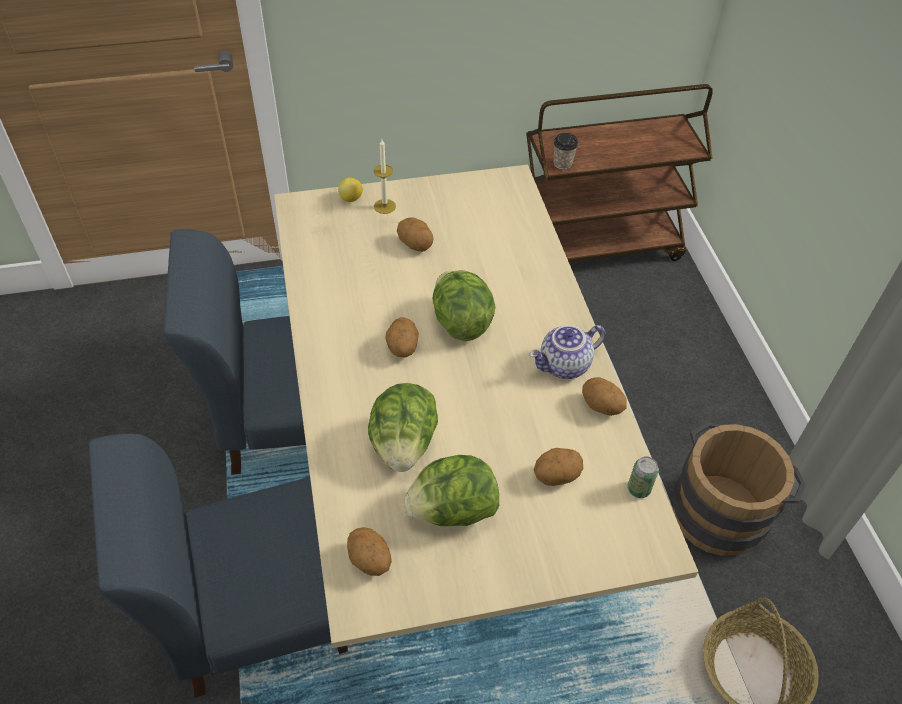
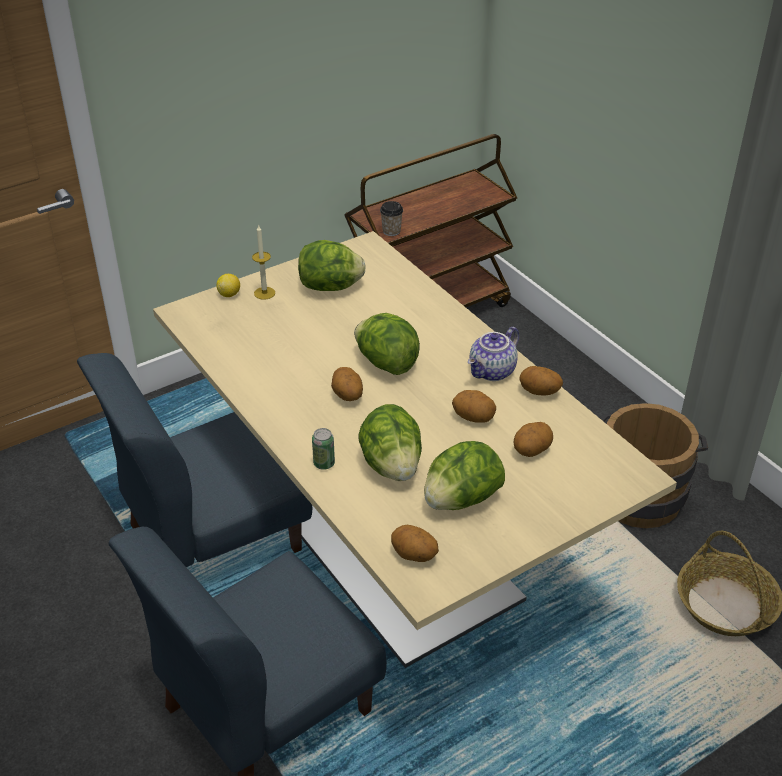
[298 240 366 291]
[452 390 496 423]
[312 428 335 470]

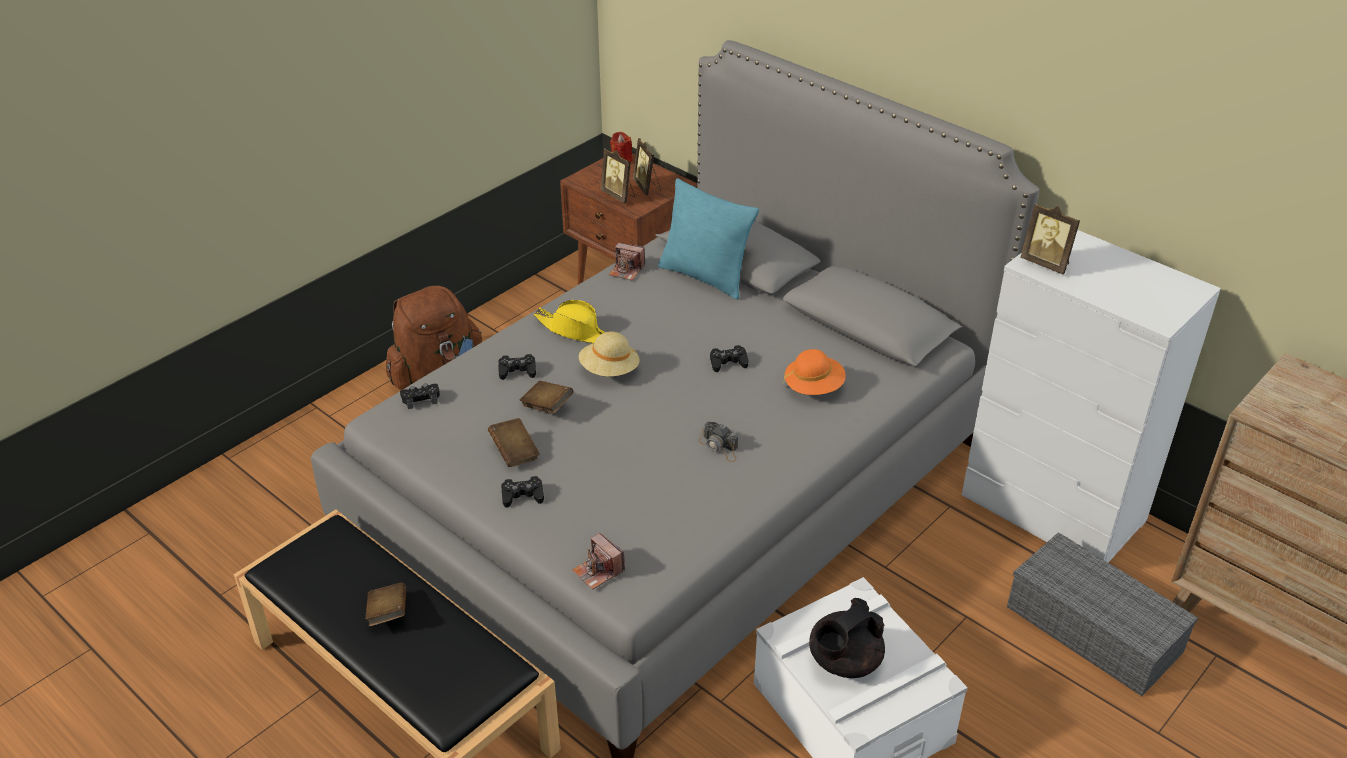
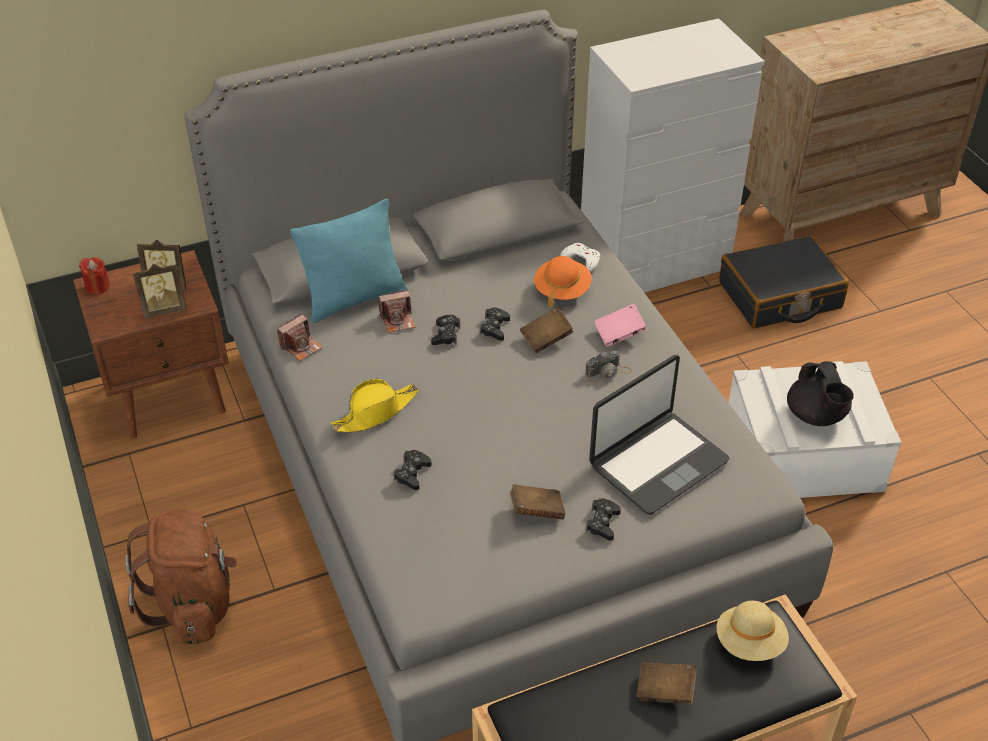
[1021 203 1080 274] (first image)
[560 243 600 272]
[589 355 730 515]
[594 304 647 347]
[431 315 460 345]
[520 307 574 353]
[378 289 415 333]
[717 601 789 661]
[719 236 849 328]

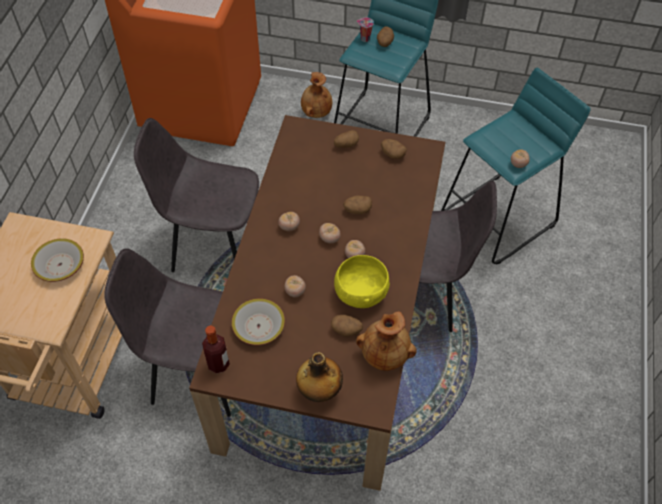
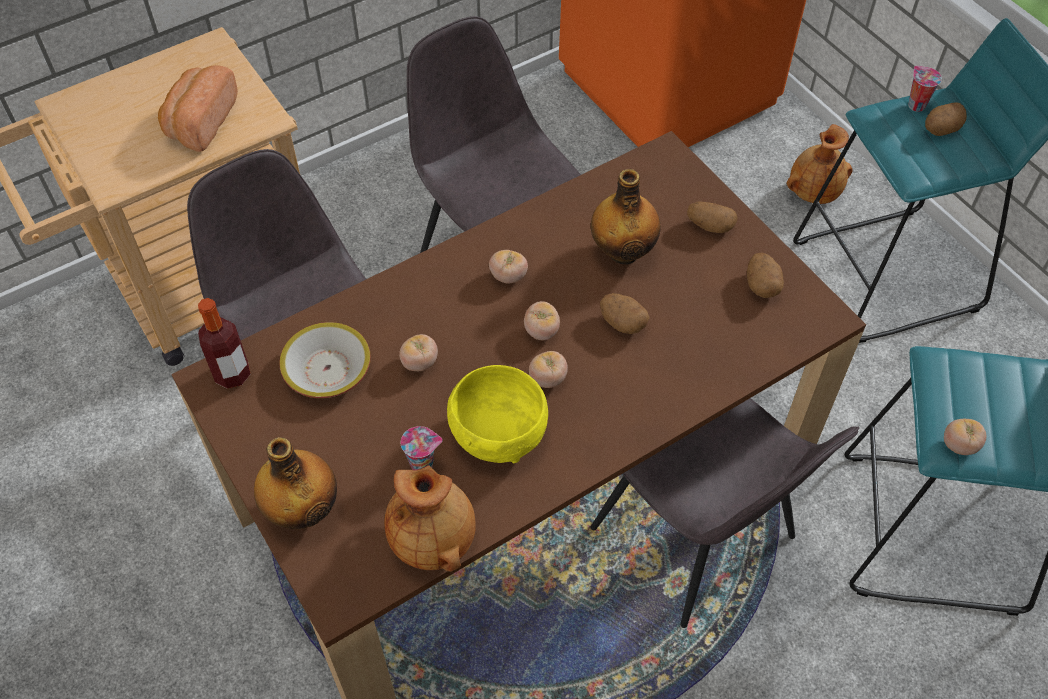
[591 169 661 265]
[158 65 238 152]
[401 426 443 470]

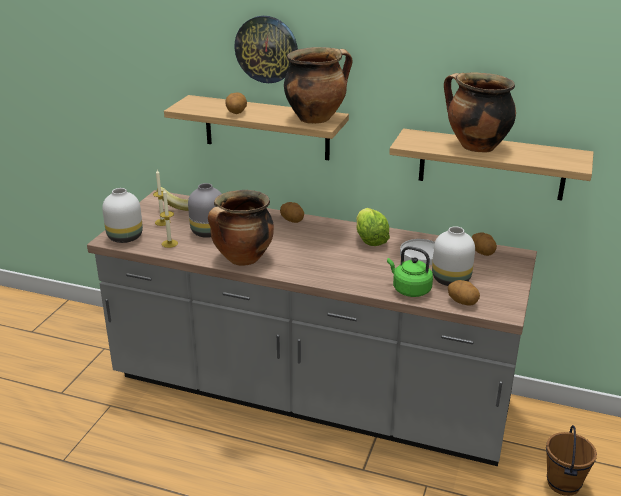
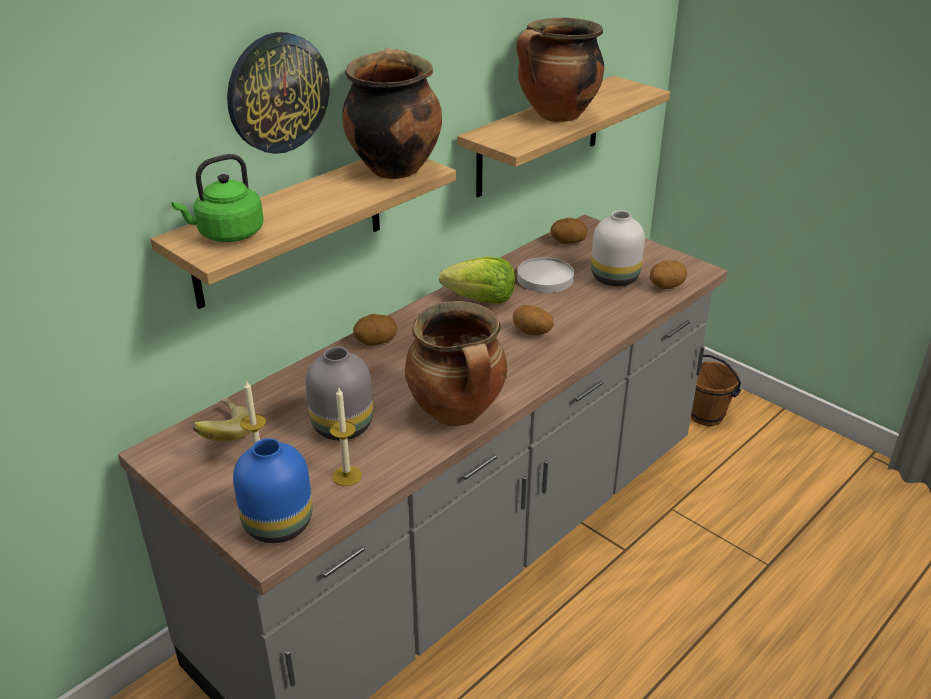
[513 305 554 336]
[172 154 264 242]
[233 438 312 543]

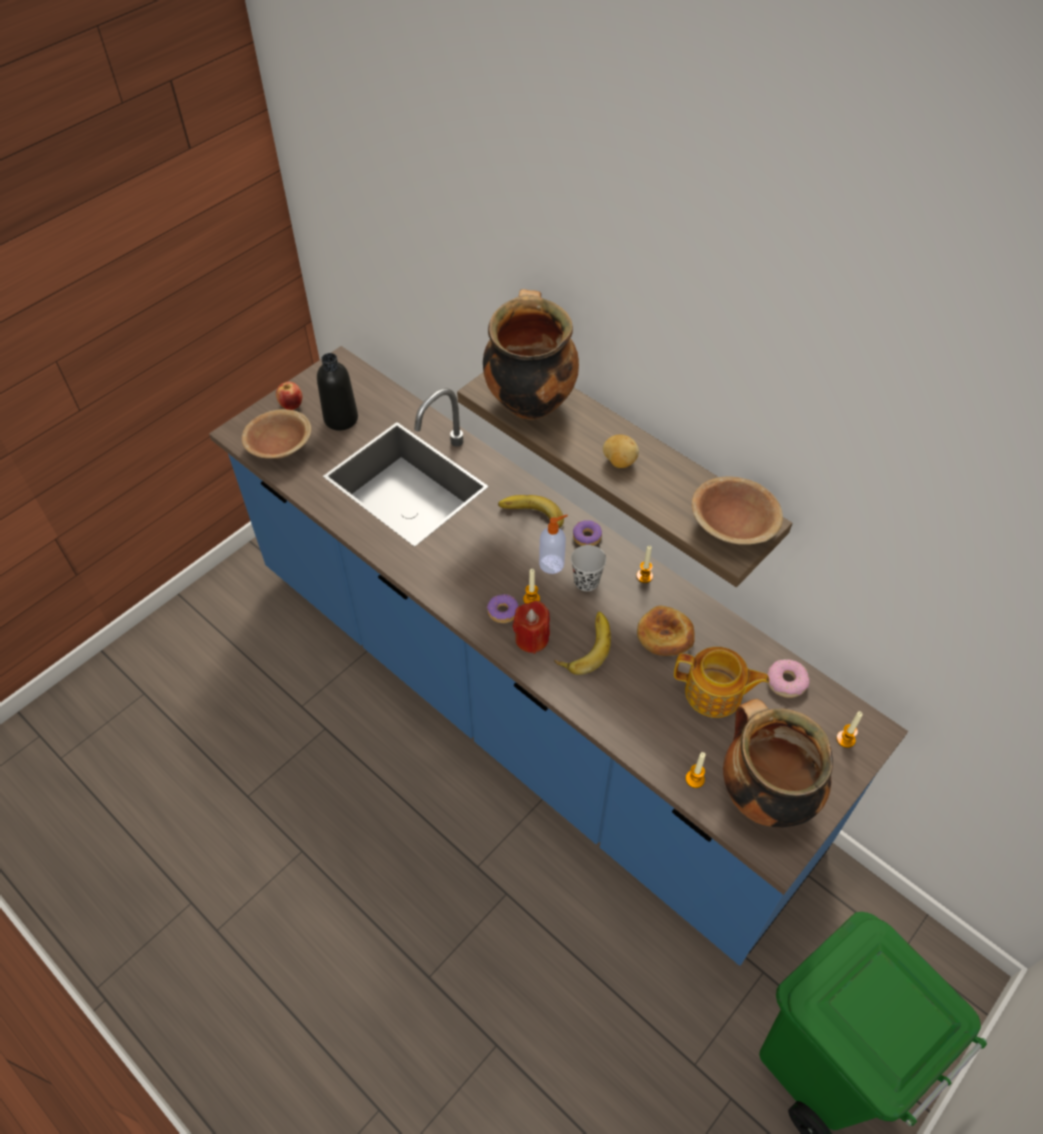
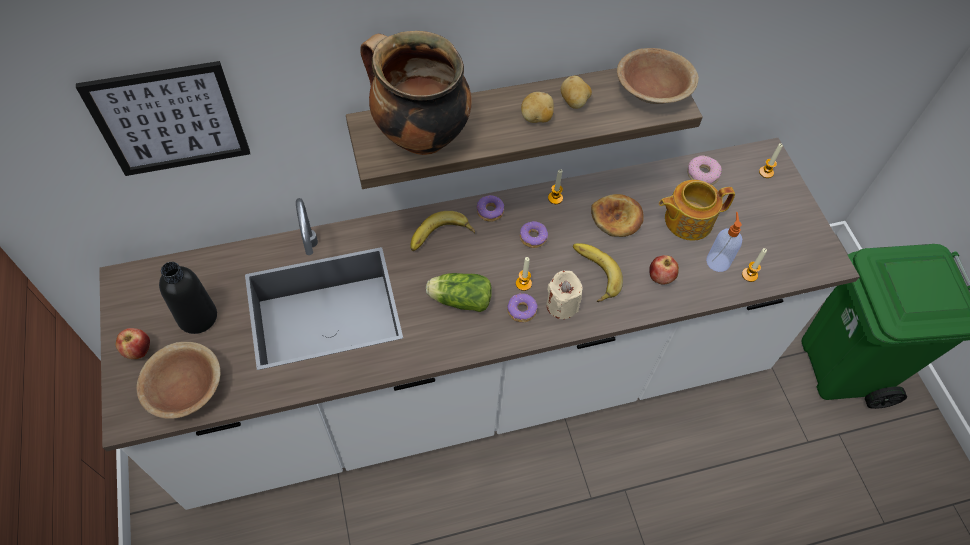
[723 699 833 828] (first image)
[76 61 250 176]
[426 273 491 312]
[561 76 592 109]
[649 255 679 285]
[706 212 742 272]
[520 221 548 248]
[99 138 860 510]
[546 271 583 319]
[659 180 735 241]

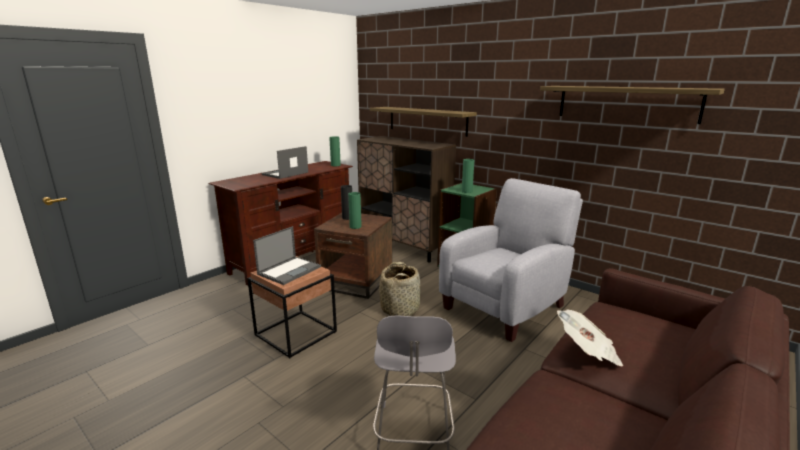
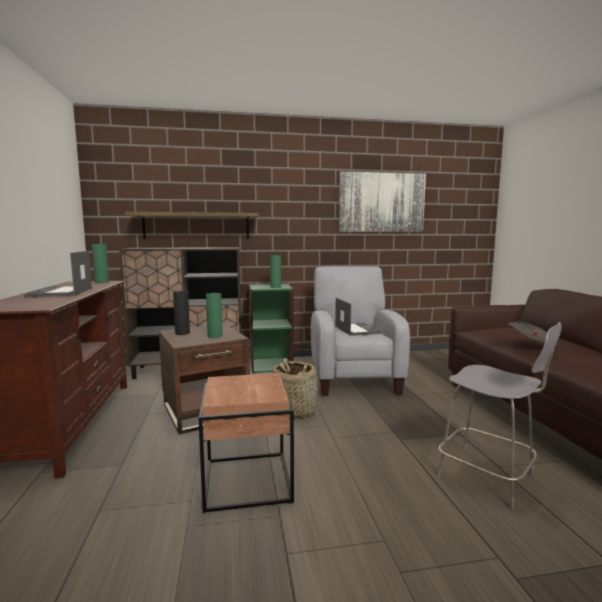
[335 298 381 336]
[339 171 426 232]

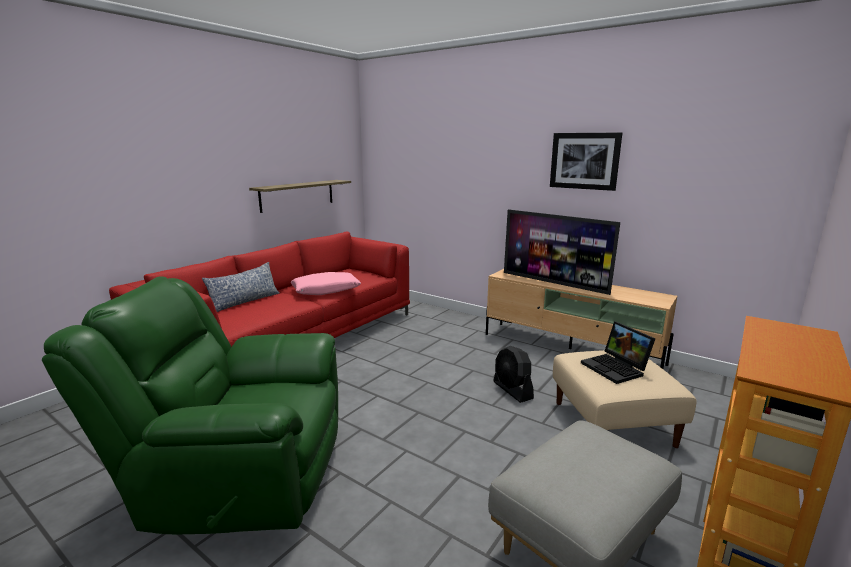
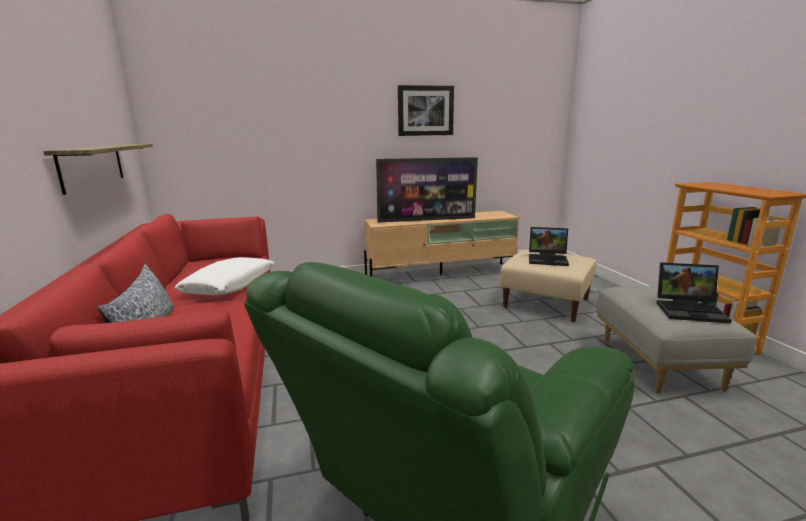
[493 346 534 403] (first image)
[657 262 732 324]
[175 257 275 295]

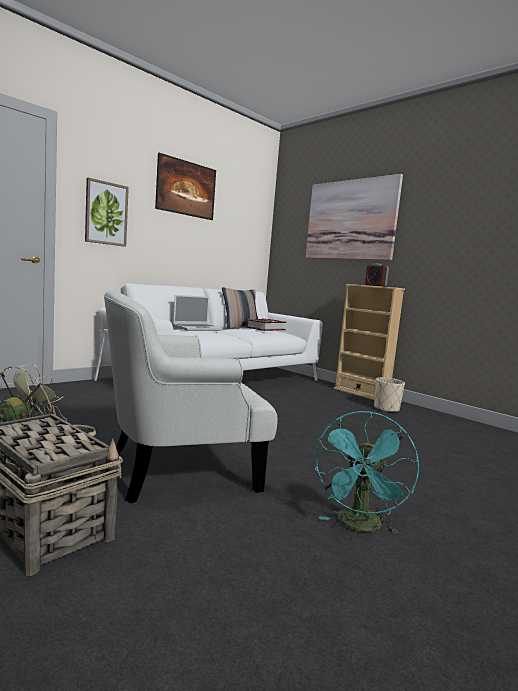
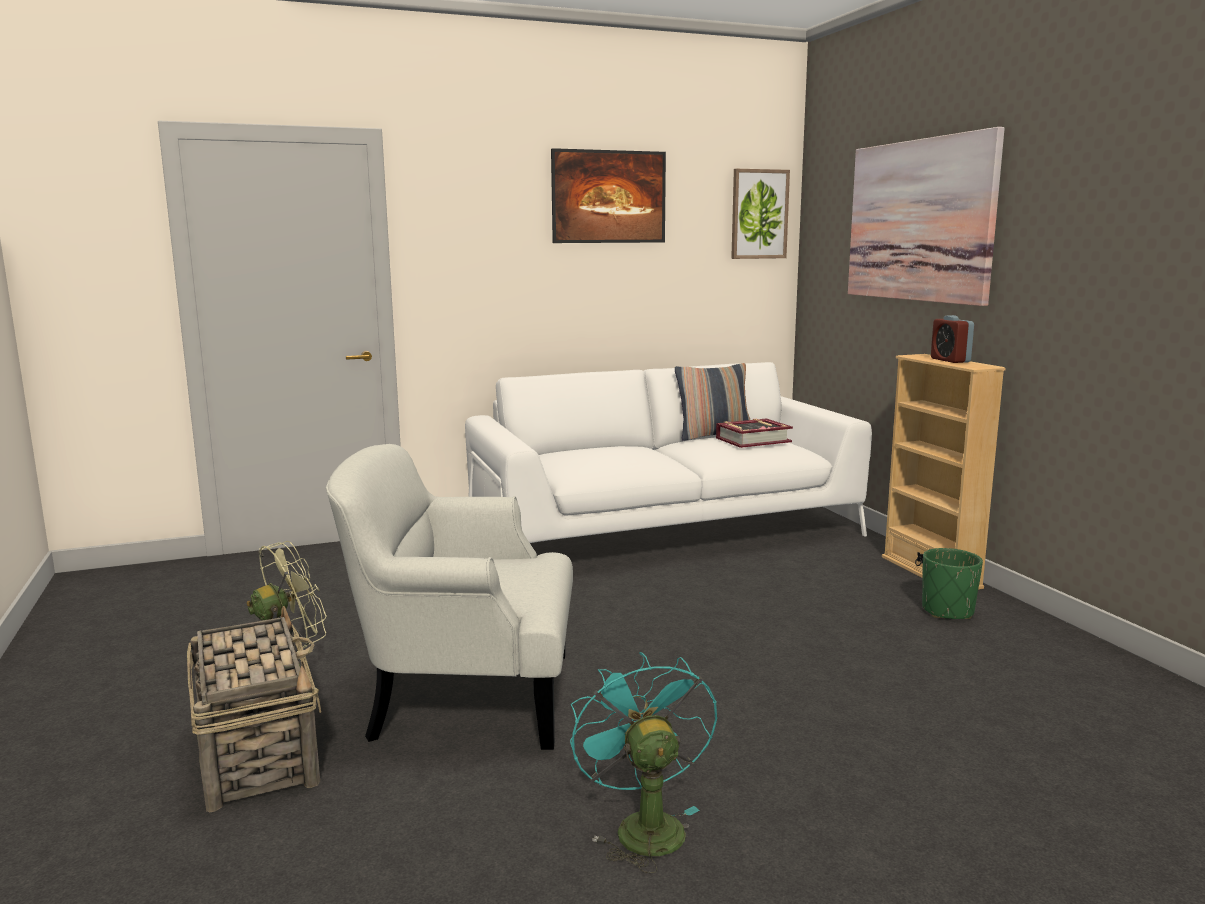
[173 295 222 331] (first image)
[731 169 790 259]
[922 548 983 619]
[570 652 717 874]

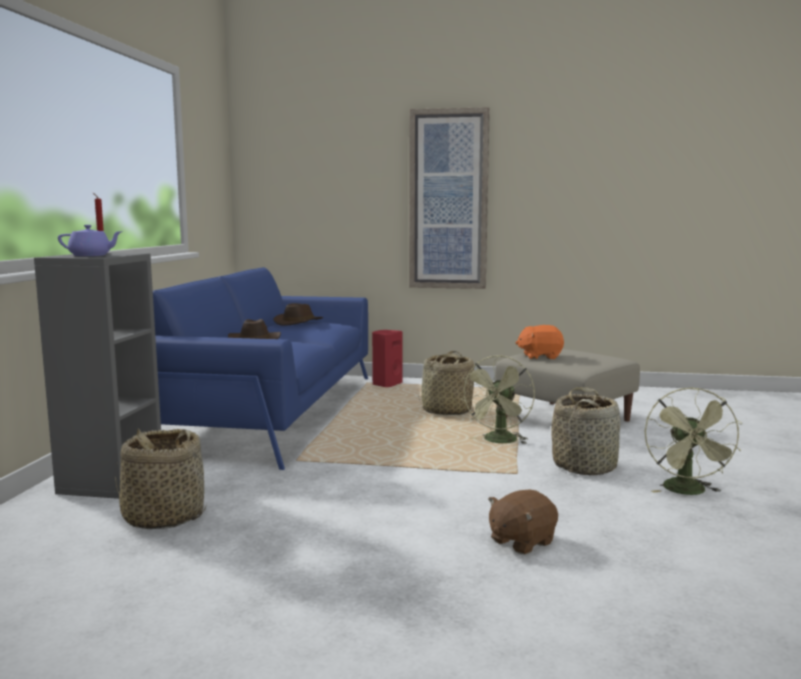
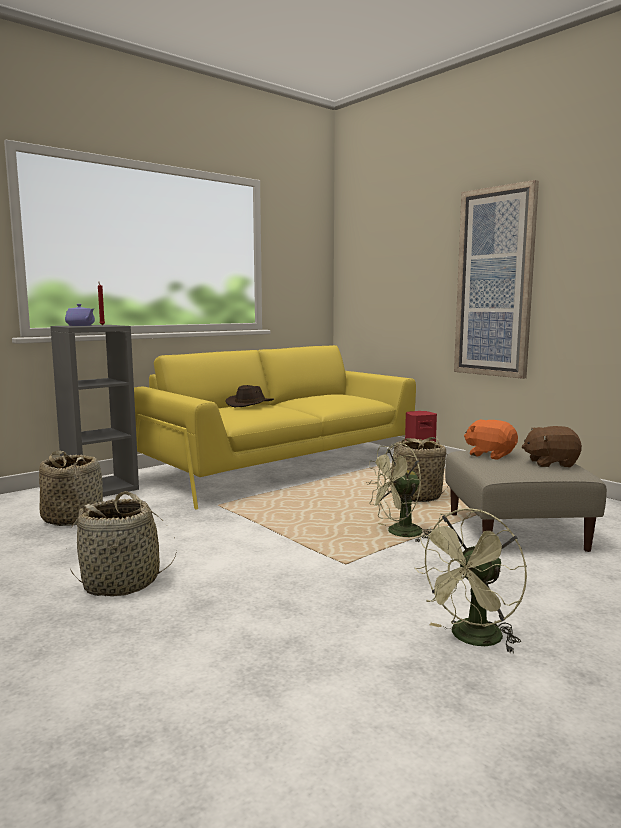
[273 303 323 326] (first image)
[522 426 582 467]
[70 491 177 596]
[134 345 416 510]

